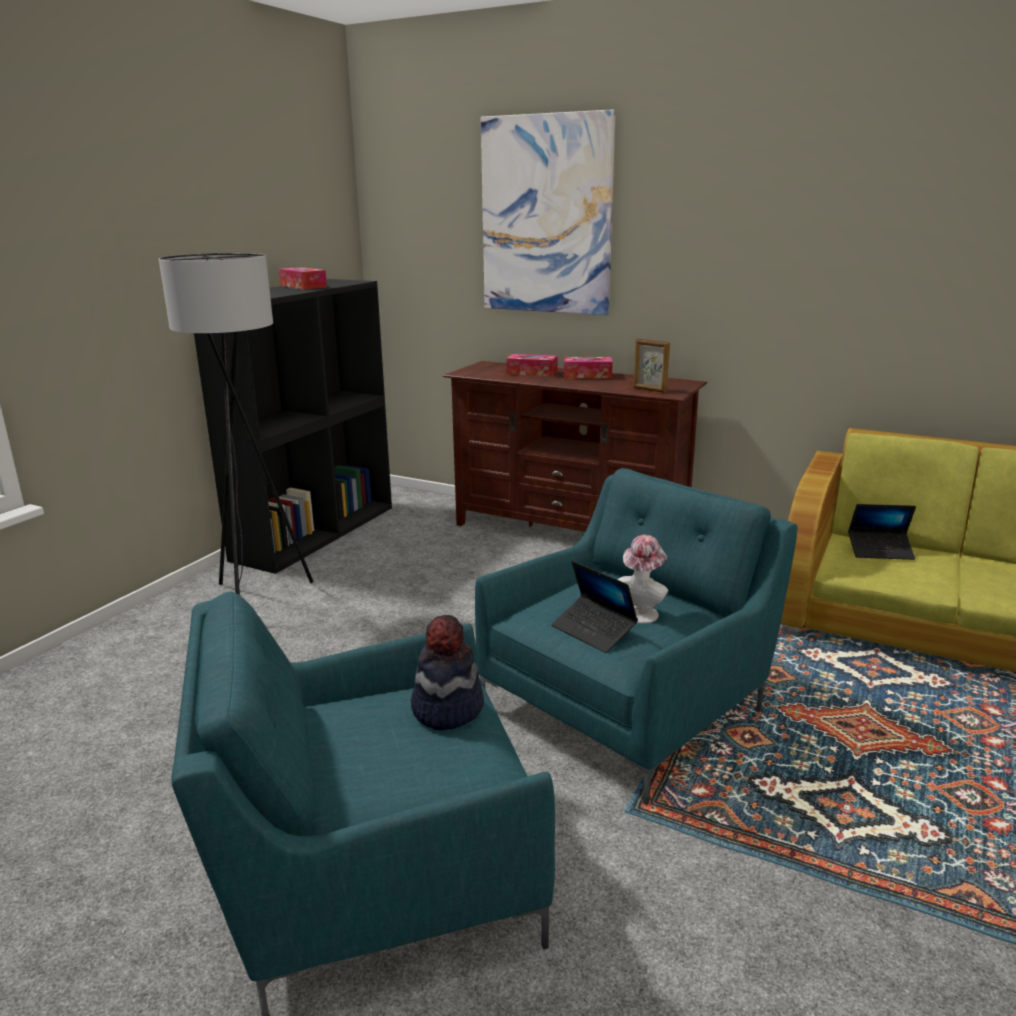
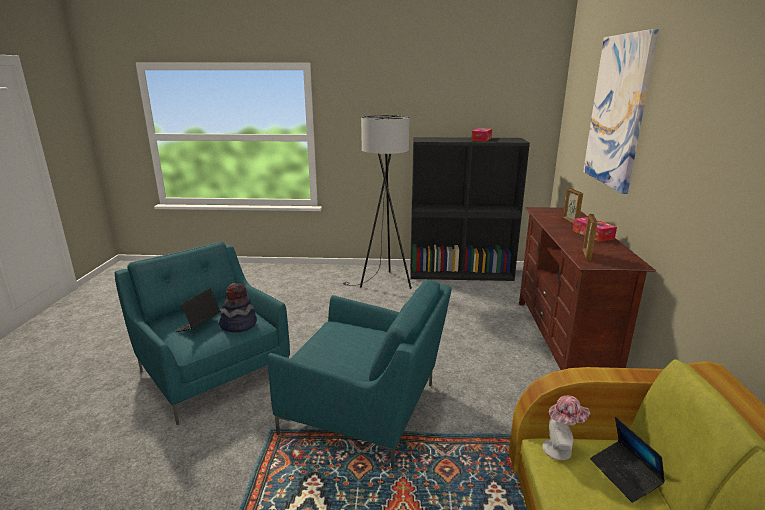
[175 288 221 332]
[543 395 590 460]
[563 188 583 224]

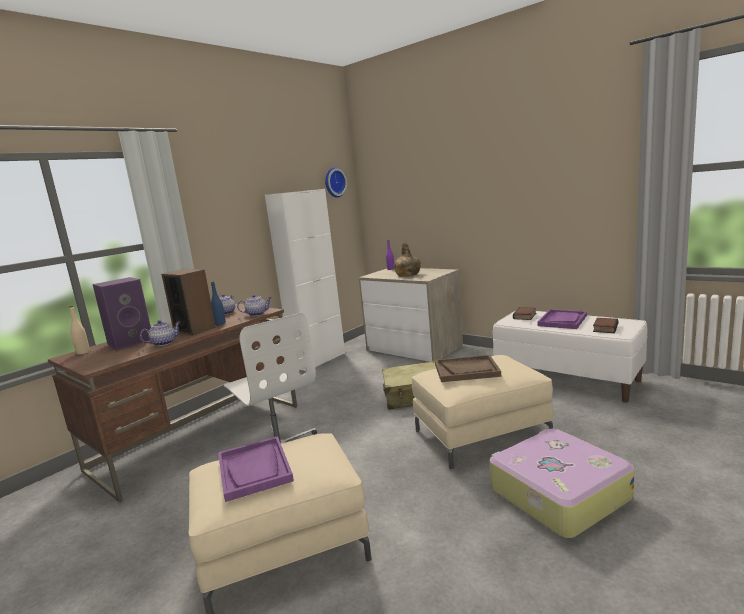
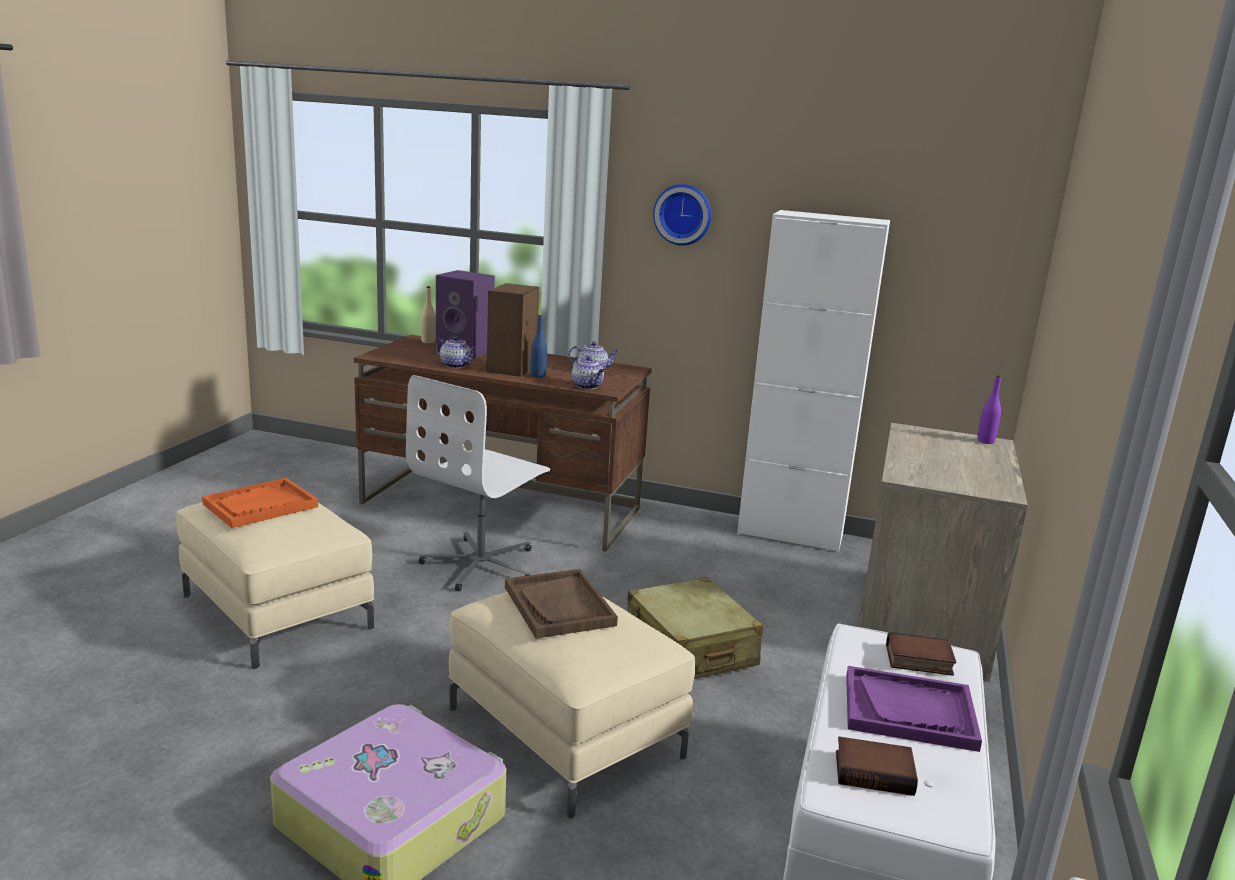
[394 243 421 276] (first image)
[653 184 712 246]
[202 478 318 528]

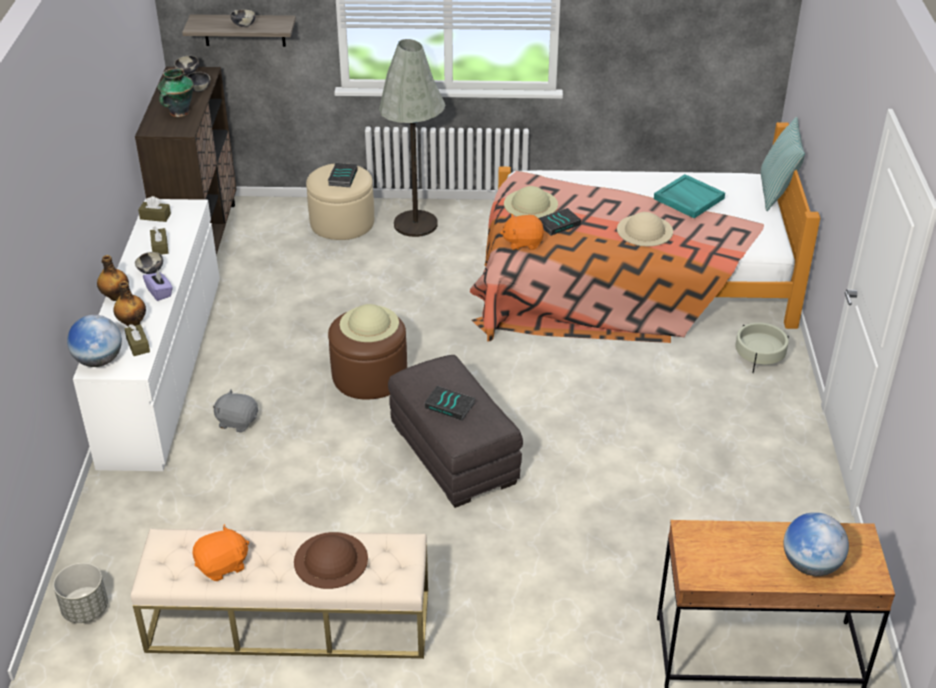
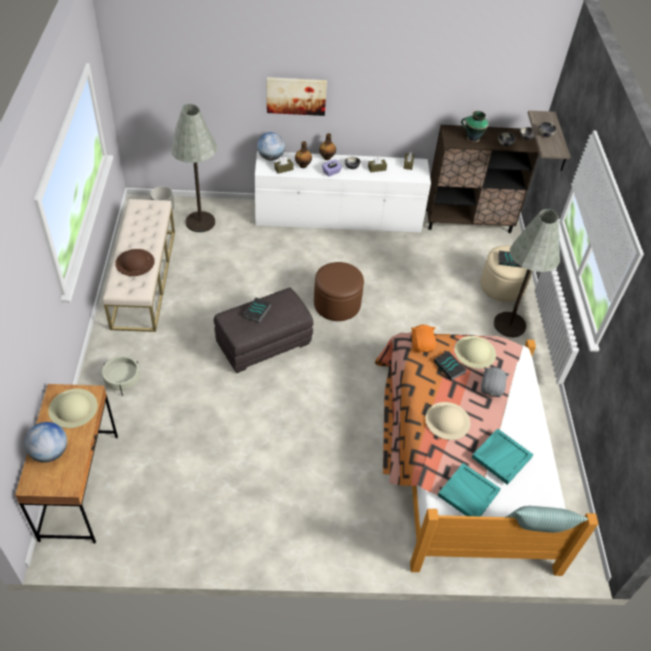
[193 524 249 581] (first image)
[171 104 217 232]
[267 77 327 116]
[438 463 501 517]
[481 367 510 397]
[48 389 98 428]
[102 356 140 396]

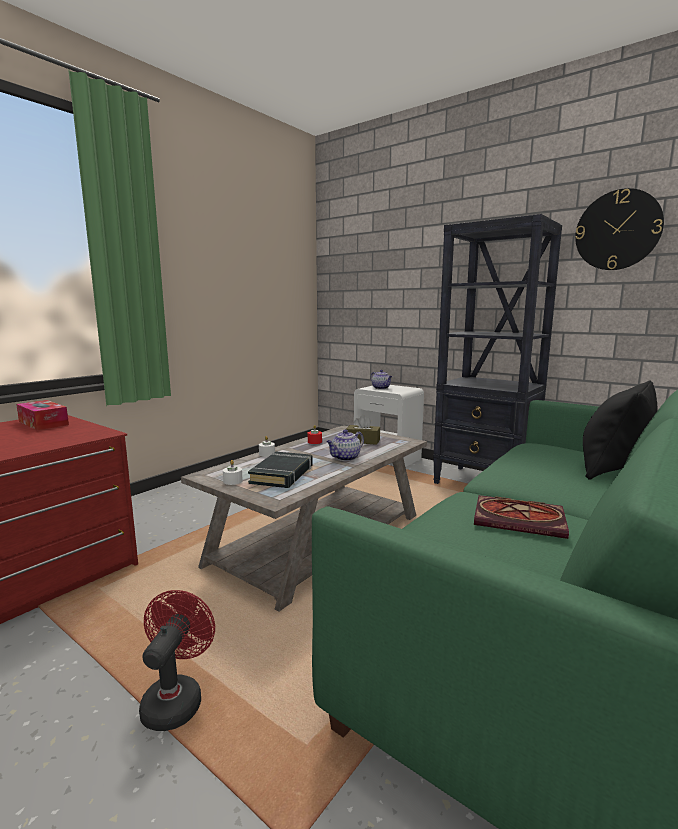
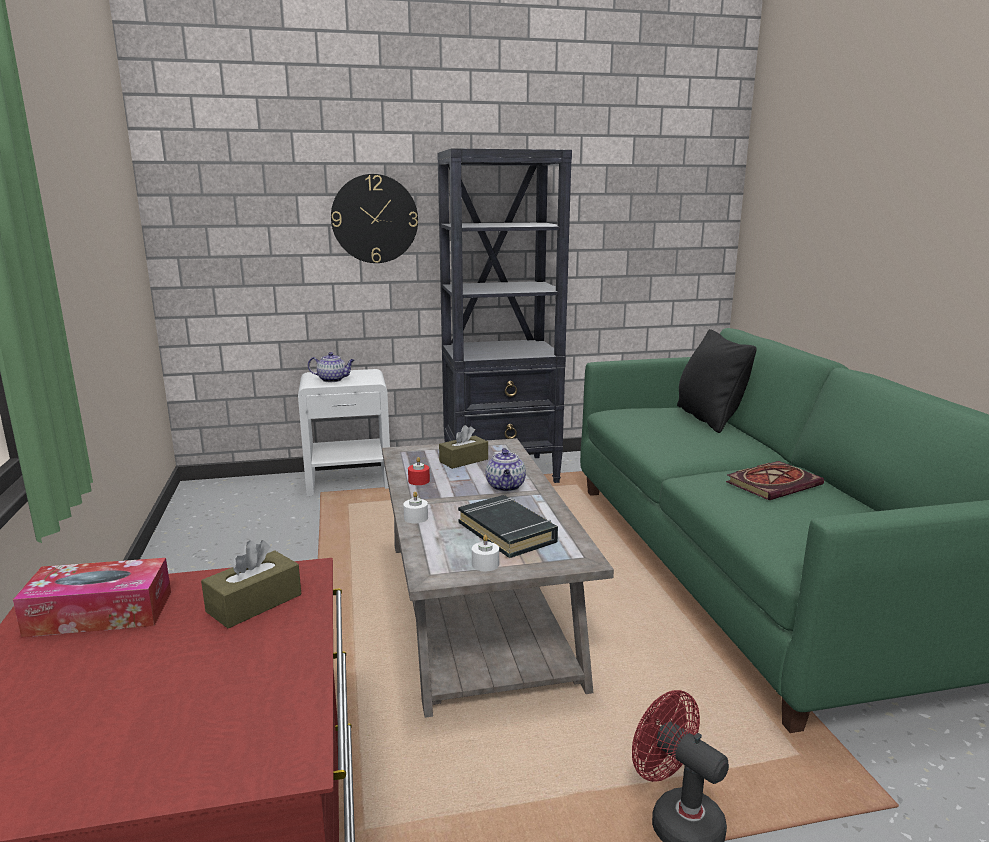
[201 540 301 628]
[331 174 418 263]

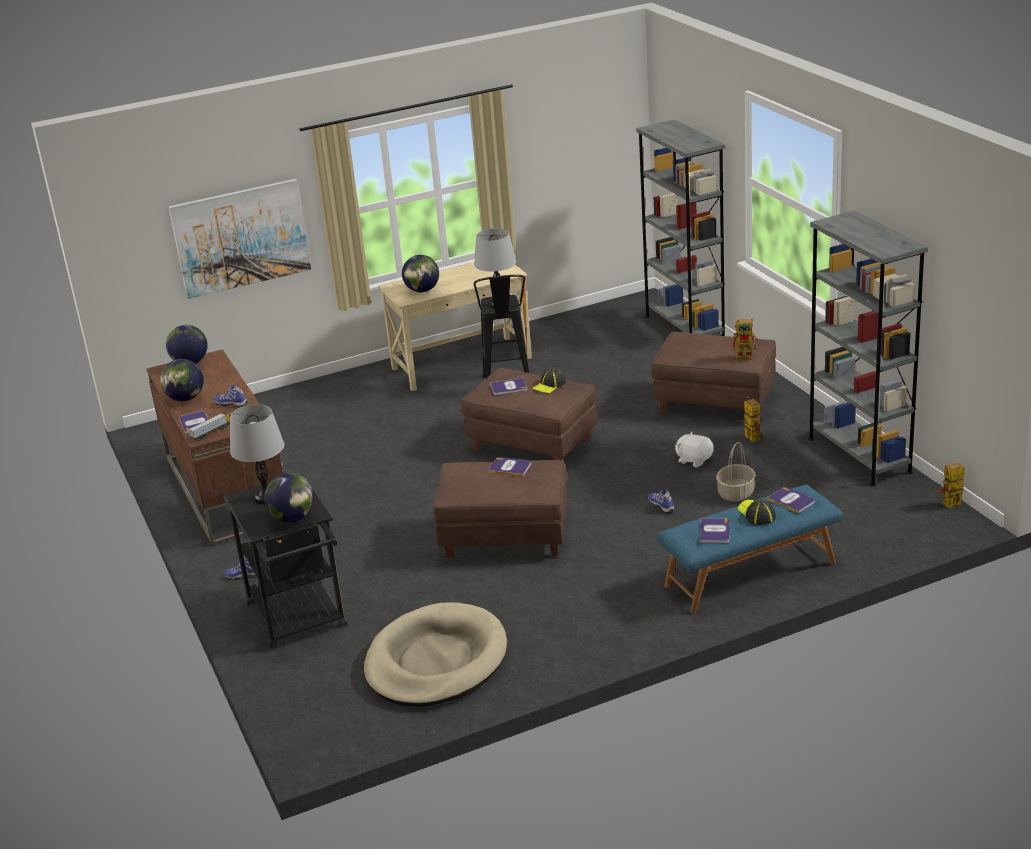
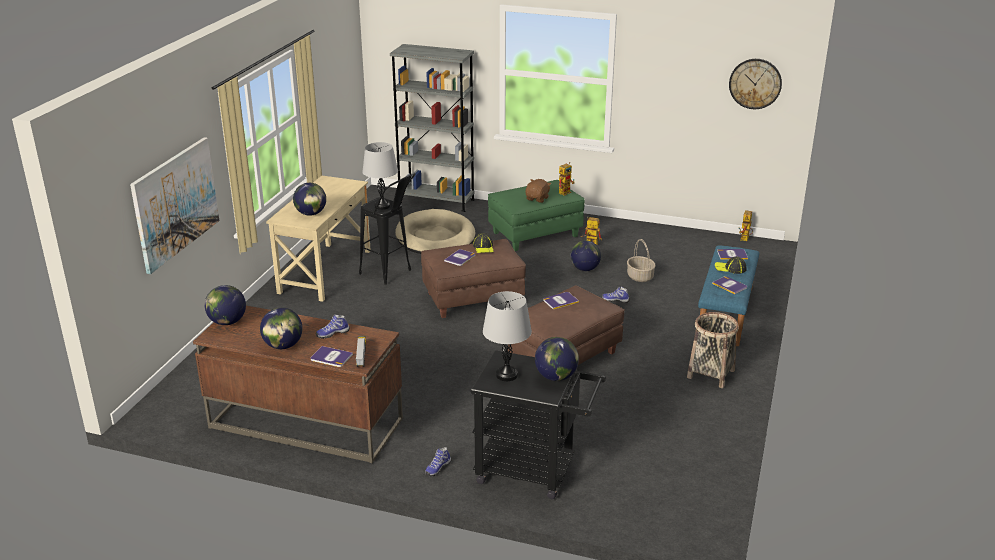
[808 211 928 486] (first image)
[525 179 551 203]
[687 312 739 388]
[729 59 782 109]
[395 209 476 254]
[570 241 601 271]
[488 180 585 251]

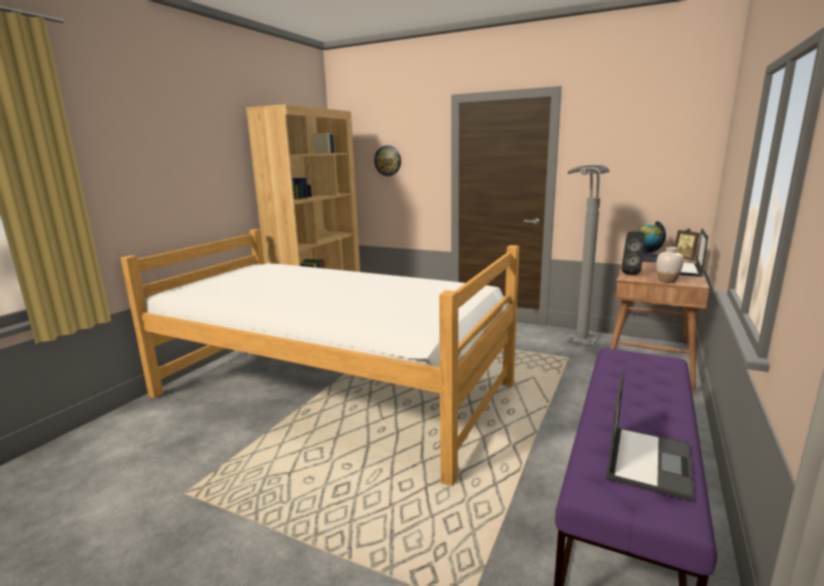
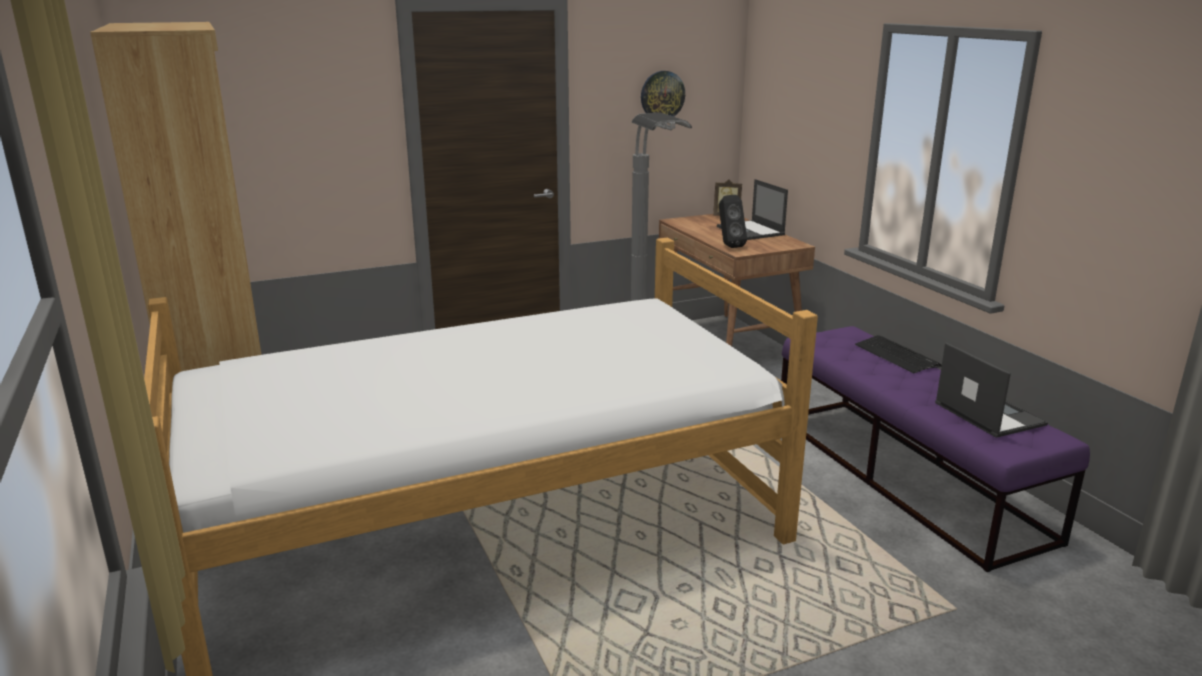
[637 221 666 262] (first image)
[656 247 684 283] (first image)
[855 335 942 373]
[641 71 685 117]

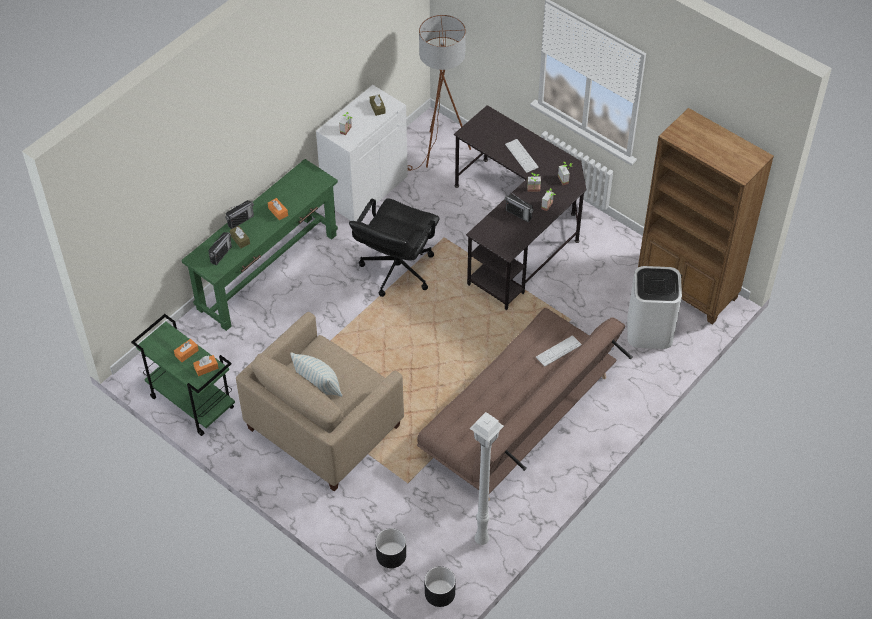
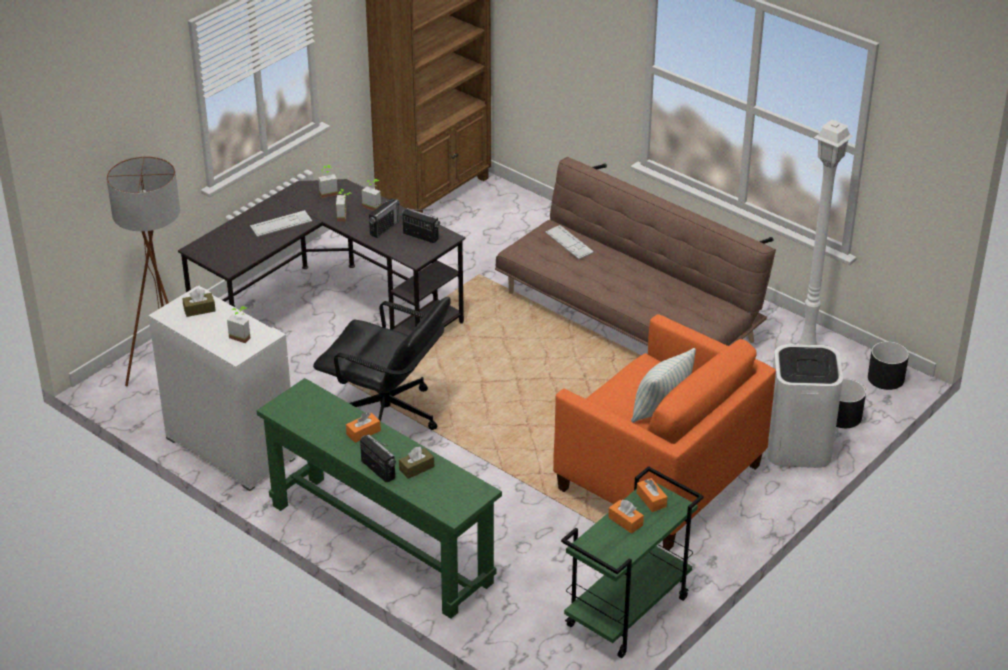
[401 208 440 243]
[767 344 843 468]
[553 314 776 550]

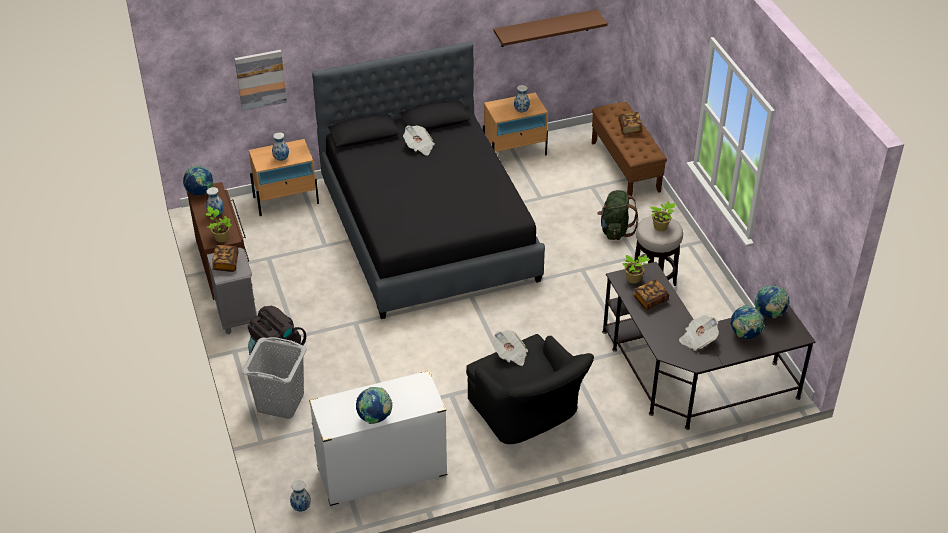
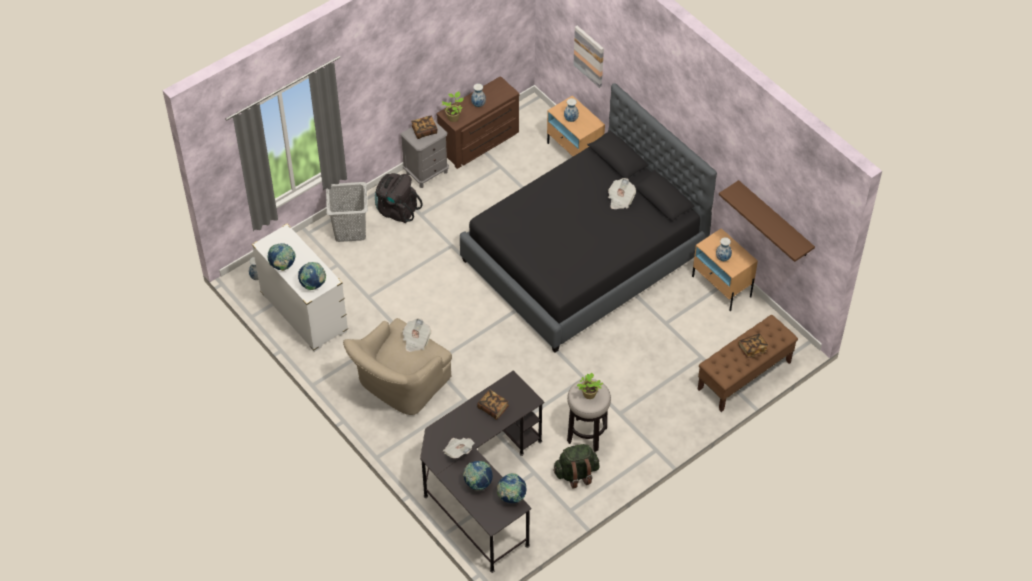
[622 255 650 284] (first image)
[298 262 326 290]
[553 444 600 489]
[343 318 452 415]

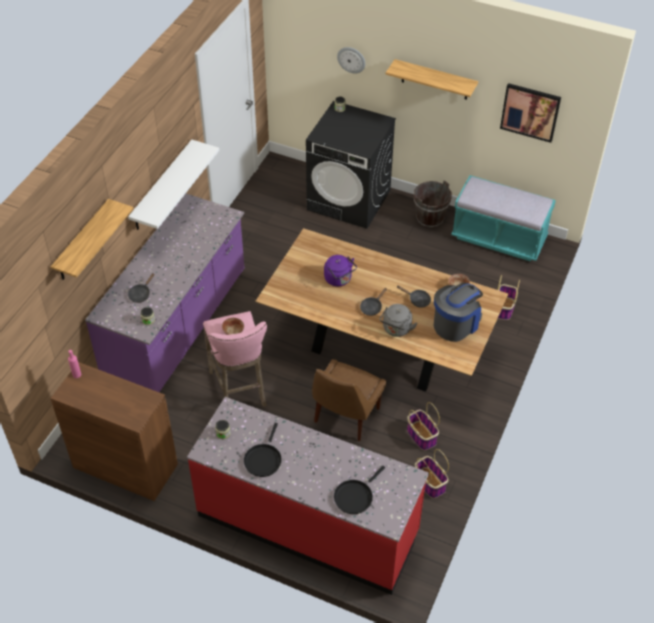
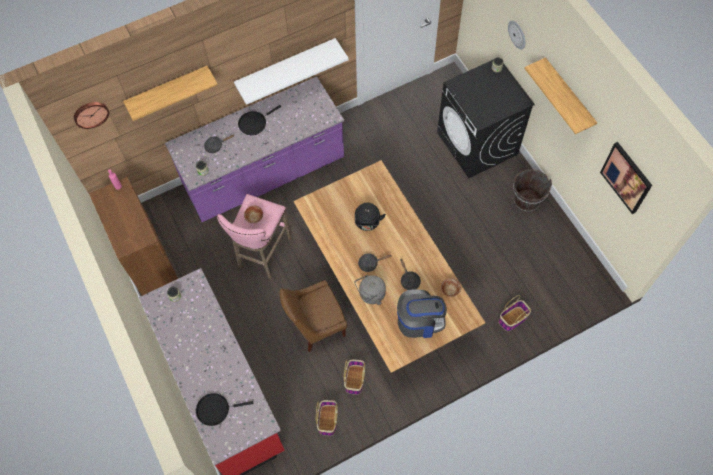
[451 175 556 262] (first image)
[74 102 109 129]
[238 105 281 135]
[355 203 386 231]

